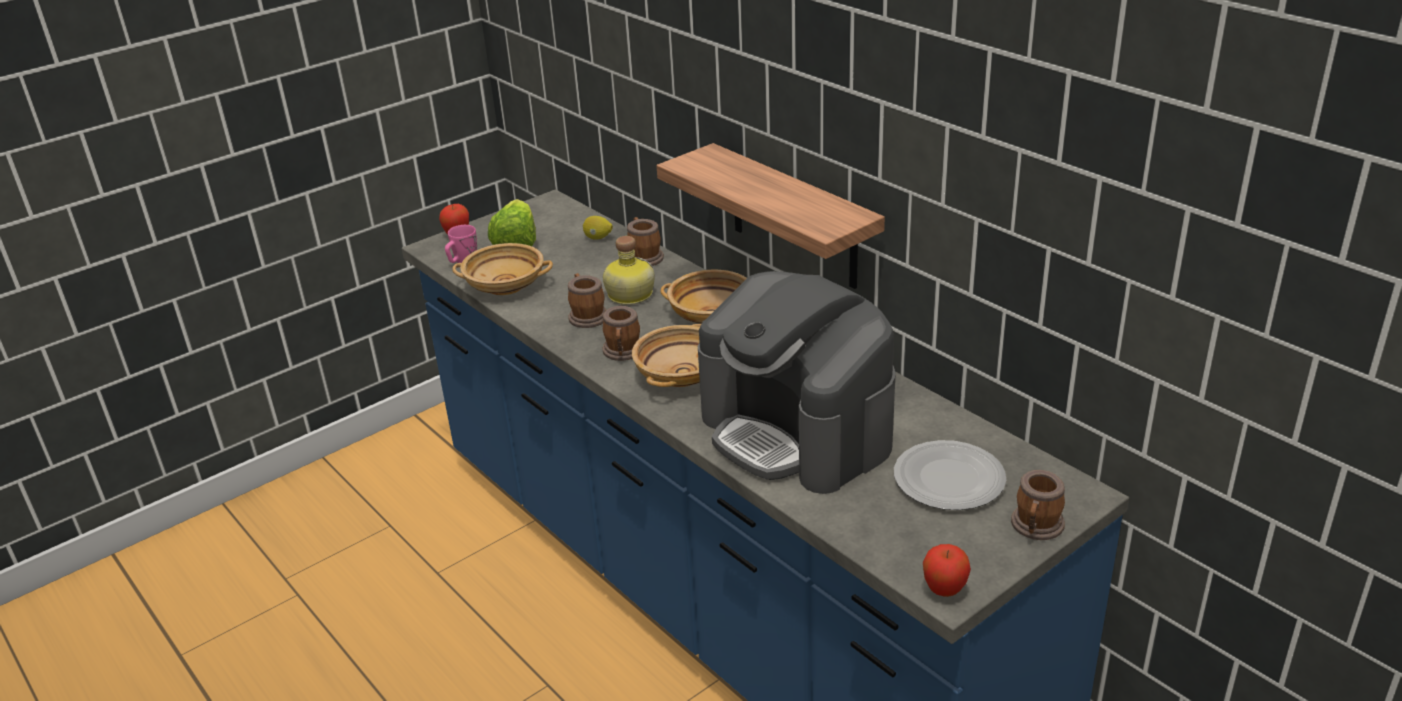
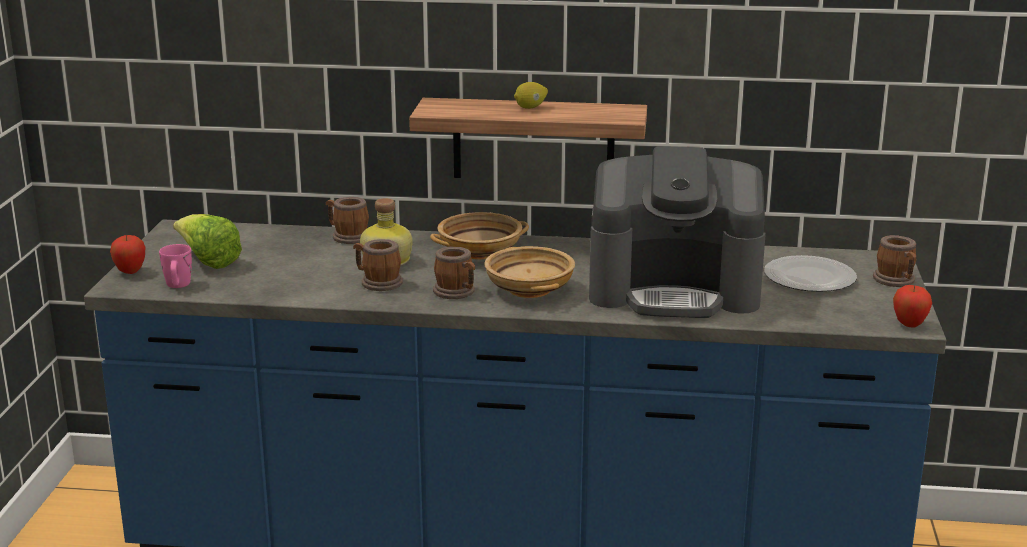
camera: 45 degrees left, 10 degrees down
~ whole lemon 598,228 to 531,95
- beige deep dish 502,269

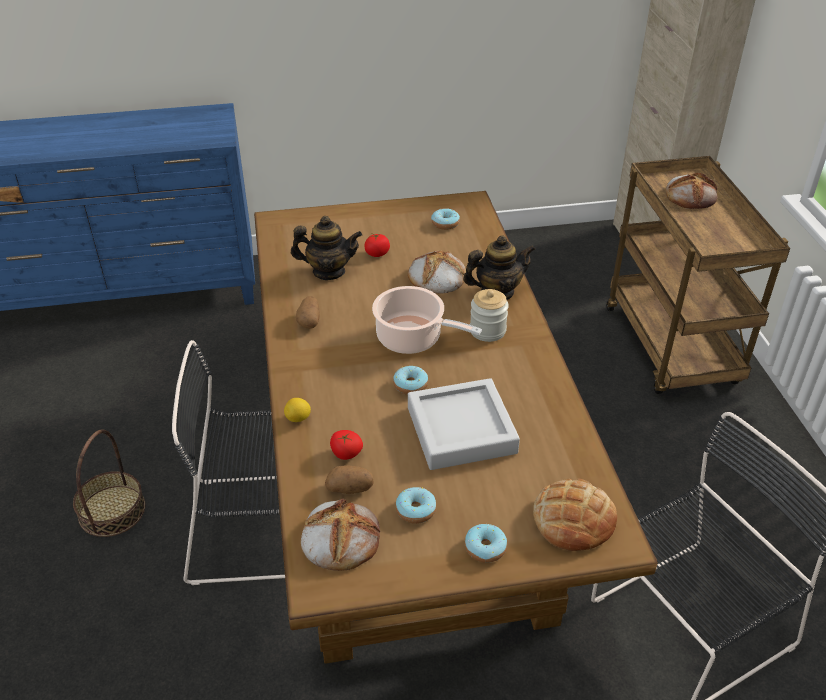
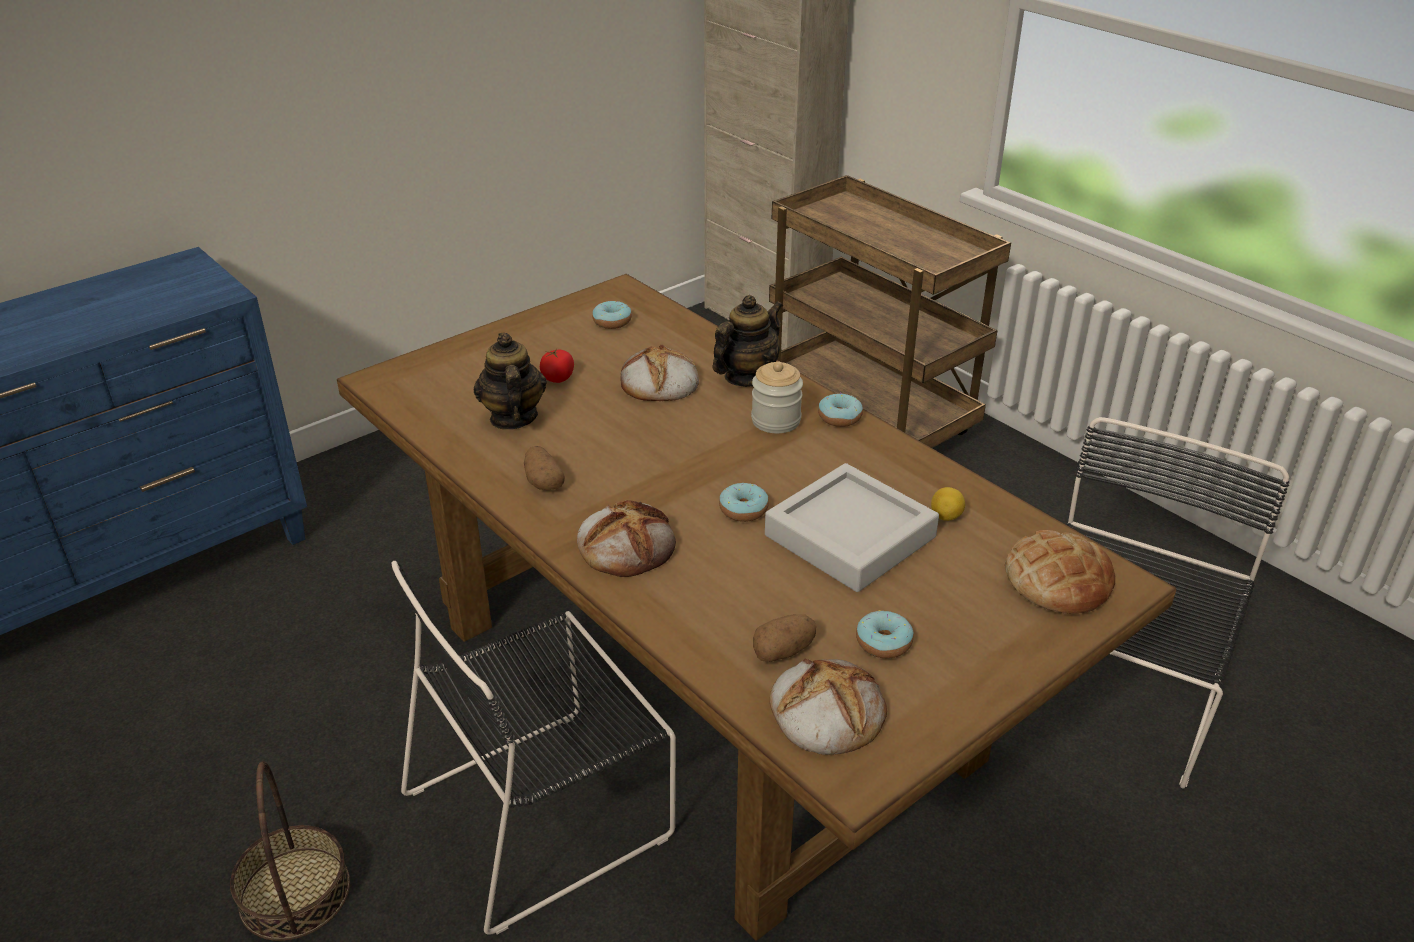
camera: 30 degrees left, 5 degrees down
~ baked bread 691,191 to 626,538
~ pot for tea 326,248 = 510,381 75 degrees counterclockwise
- stockpot 427,320
~ whole lemon 297,410 to 948,504
- tomato 346,445
~ donut 486,543 to 840,410

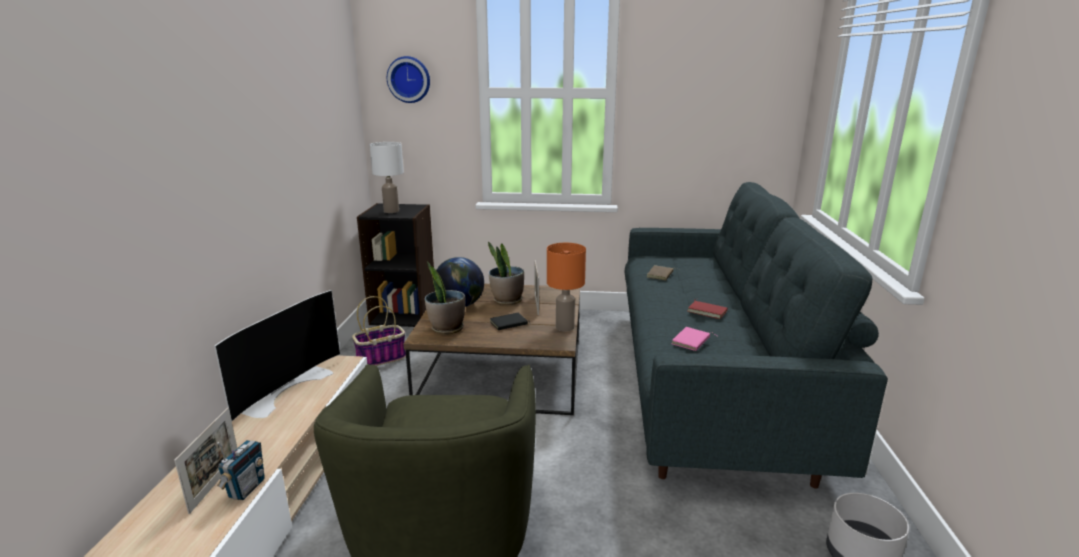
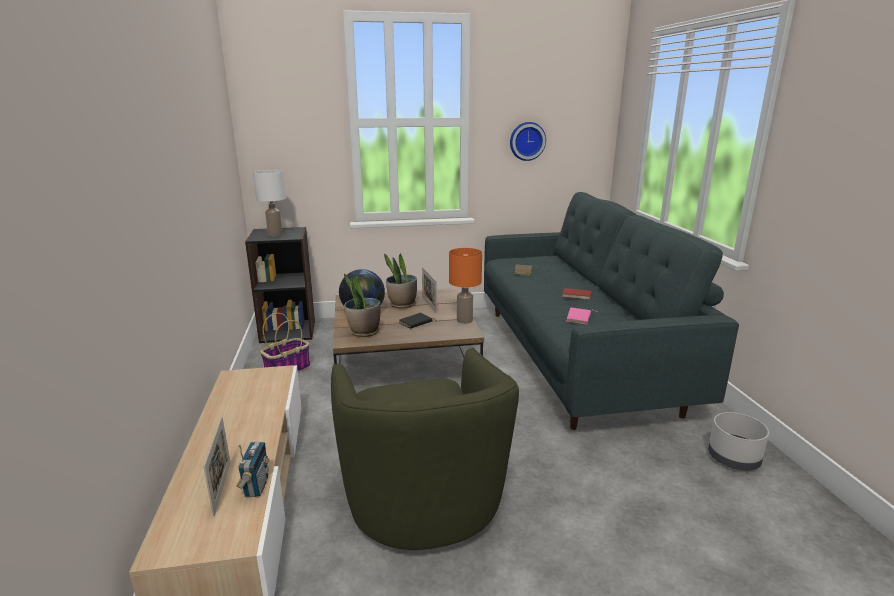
camera: 15 degrees left, 0 degrees up
~ wall clock 408,79 to 528,141
- TV set 277,355

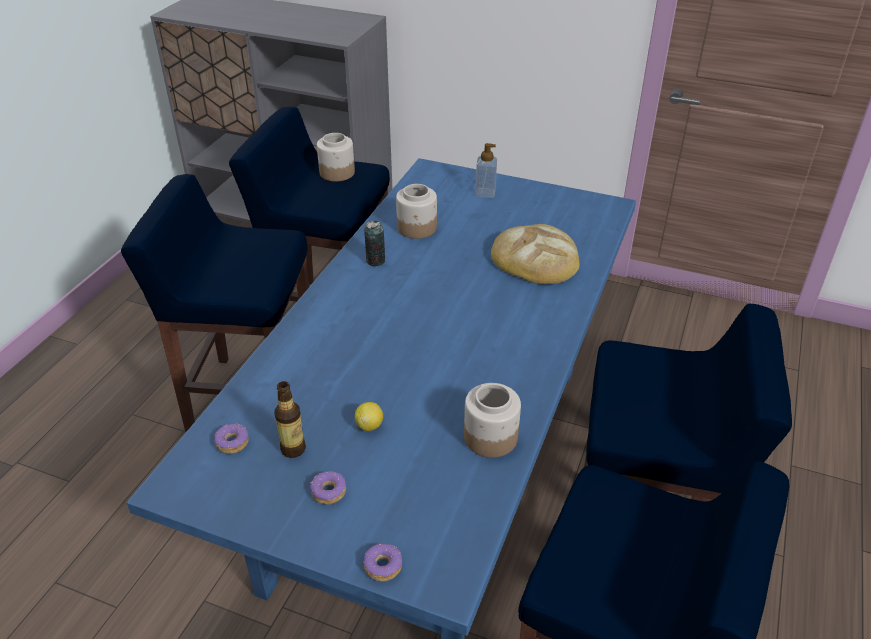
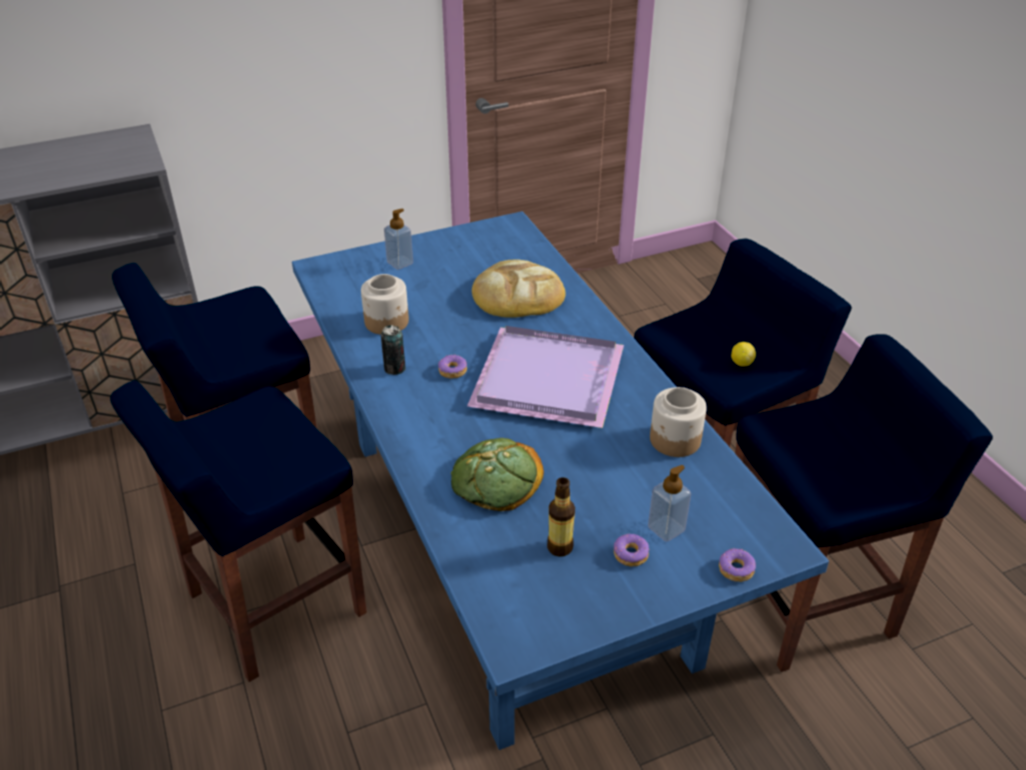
camera: 45 degrees left, 0 degrees up
- preserve jar 336,157
~ whole lemon 369,416 to 743,354
~ donut 231,439 to 452,366
+ purple-coloured carrying tray 545,377
+ baked bread 497,474
+ liquid soap bottle 669,503

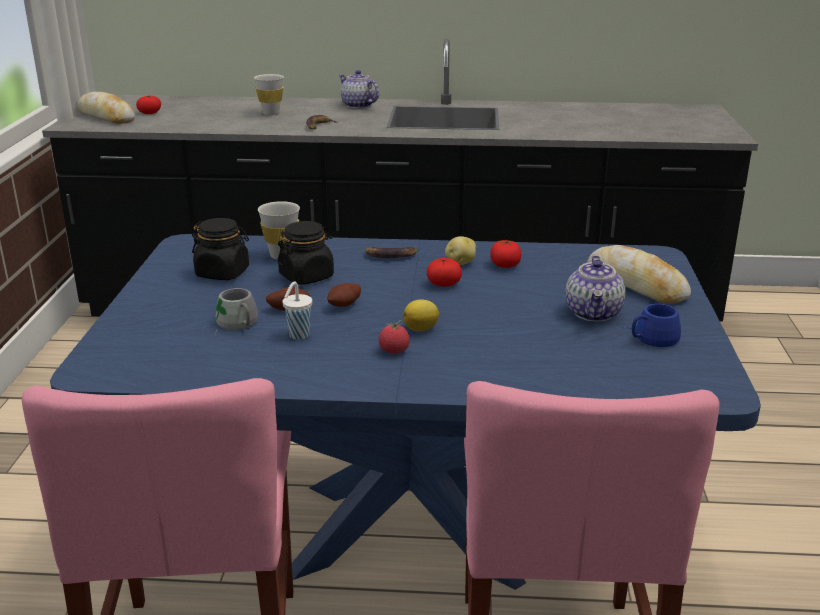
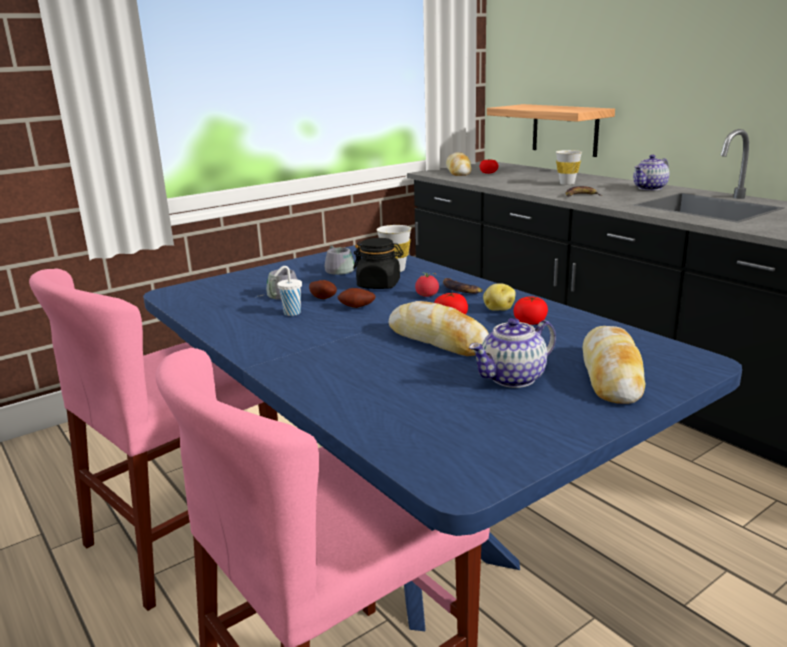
camera: 50 degrees right, 5 degrees down
~ pot for tea 359,89 = 651,172 135 degrees counterclockwise
~ black-coloured preserve jar 220,249 to grey coffee mug 339,260
- whole lemon 421,315
- blue-coloured coffee mug 651,325
~ tomato 394,337 to 427,284
+ wall shelf 551,130
+ baked bread 438,328

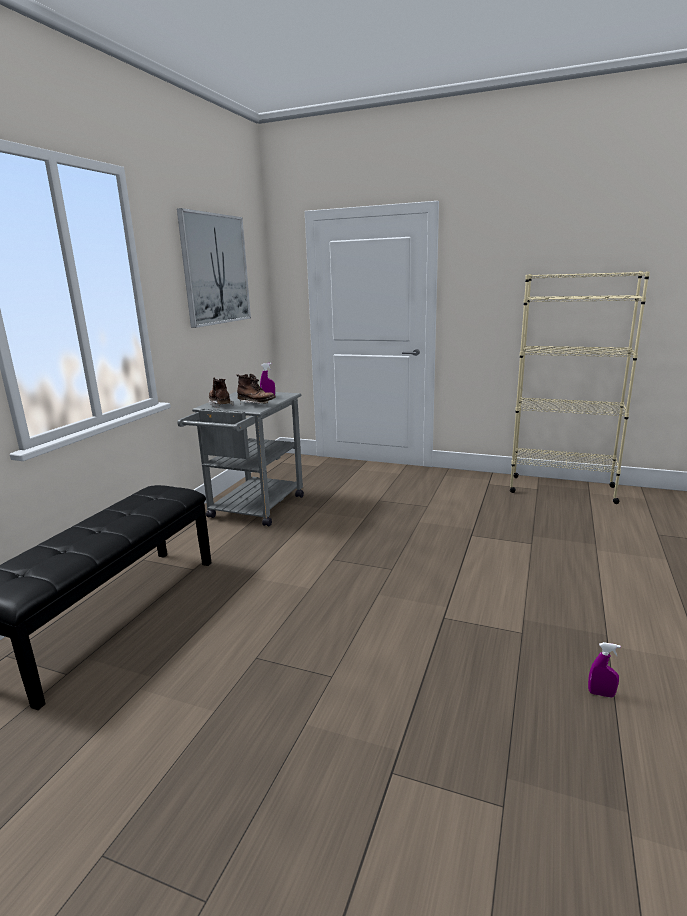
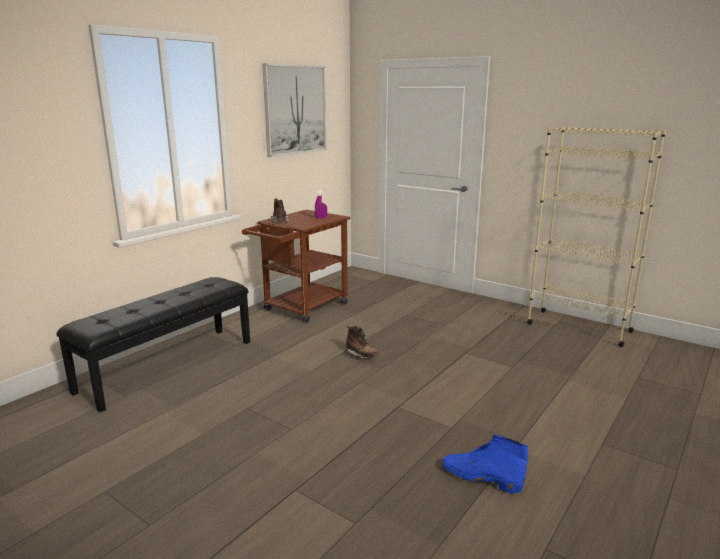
camera: 15 degrees right, 0 degrees up
~ brown-coloured tall boot 256,389 to 362,342
~ grey cart 240,459 to brown-coloured cart 296,266
~ purple-coloured hand sprayer 604,669 to blue-coloured tall boot 485,464

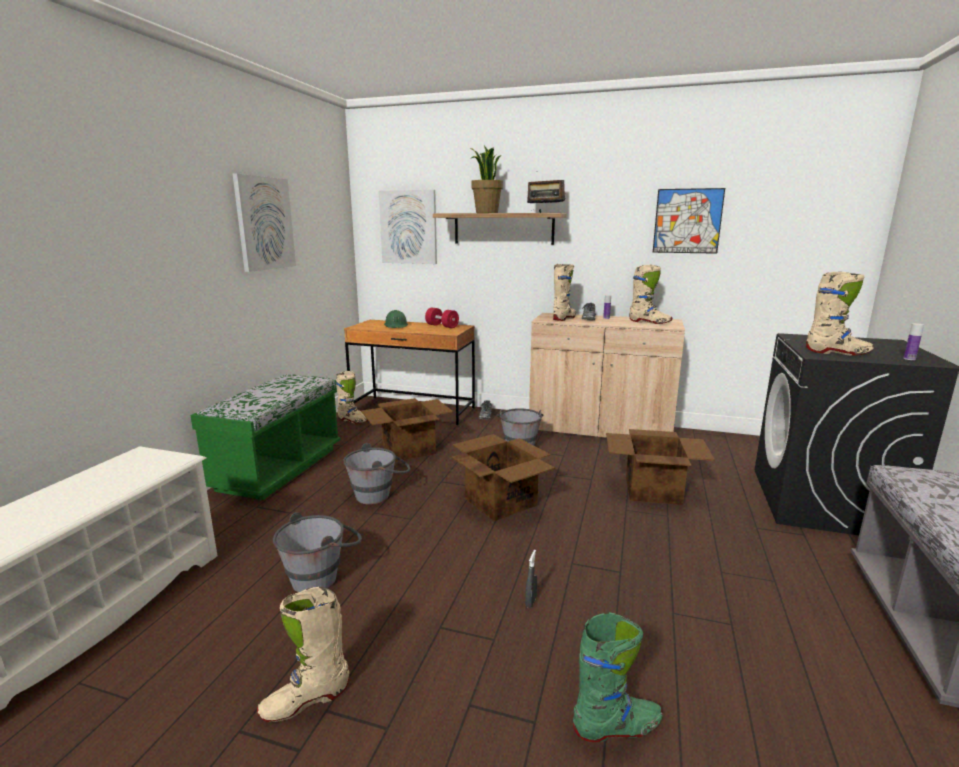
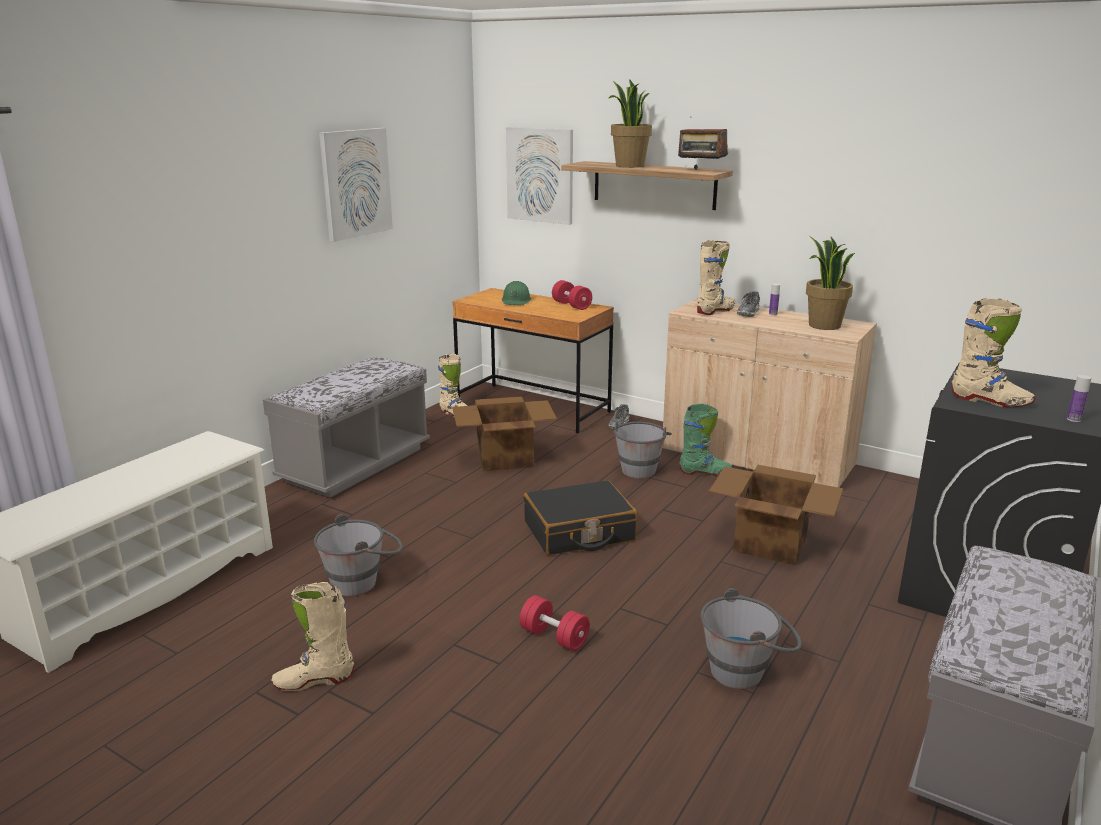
camera: 15 degrees right, 5 degrees up
- picture 689,221
~ beige tall boot 650,294 to plant in a pot 830,283
~ greenish bench 265,437 to grey bench 346,427
~ packing box 503,477 to black-coloured piece of luggage 580,517
~ grey bucket 376,474 to 751,638
~ grey hand sprayer 531,579 to red hand weight 555,623
~ greenish tall boot 618,677 to 706,440

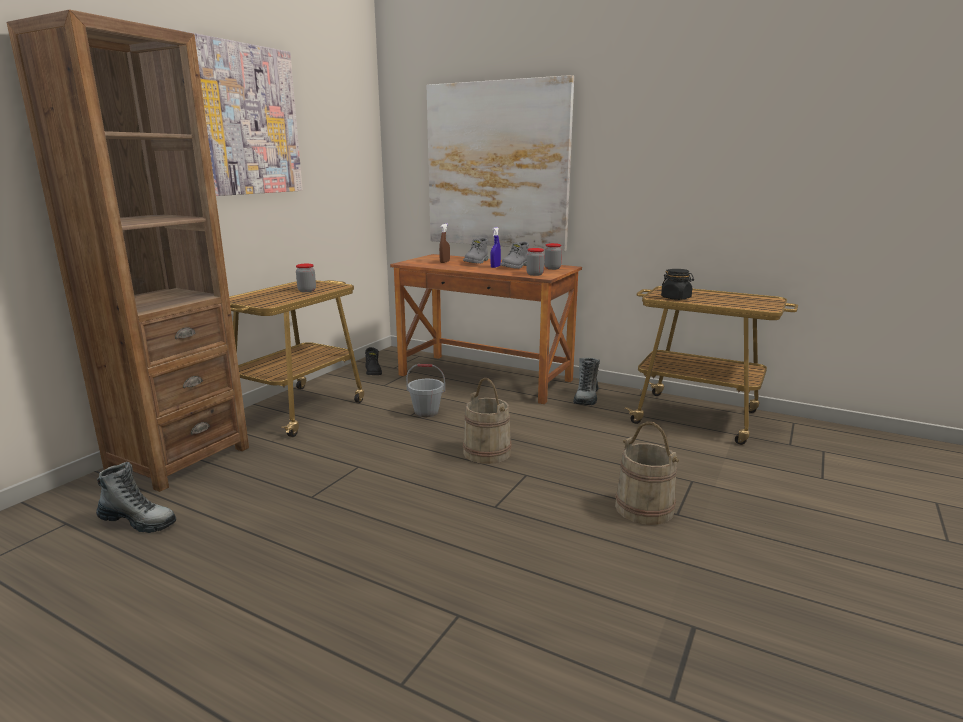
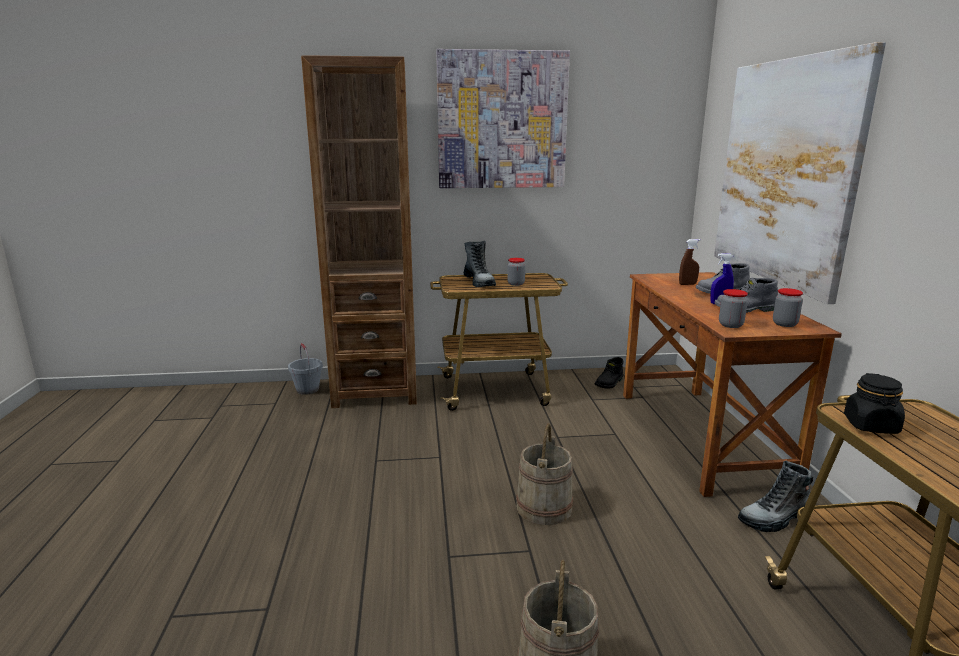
camera: 55 degrees right, 0 degrees up
~ grey bucket 425,390 to 305,369
~ tall boot 136,497 to 479,264

